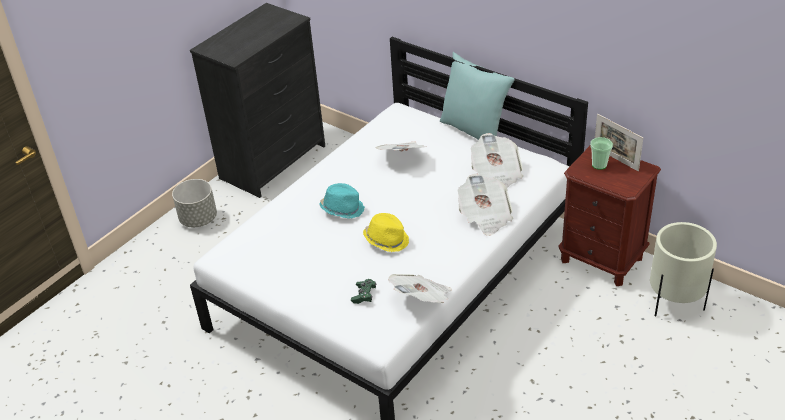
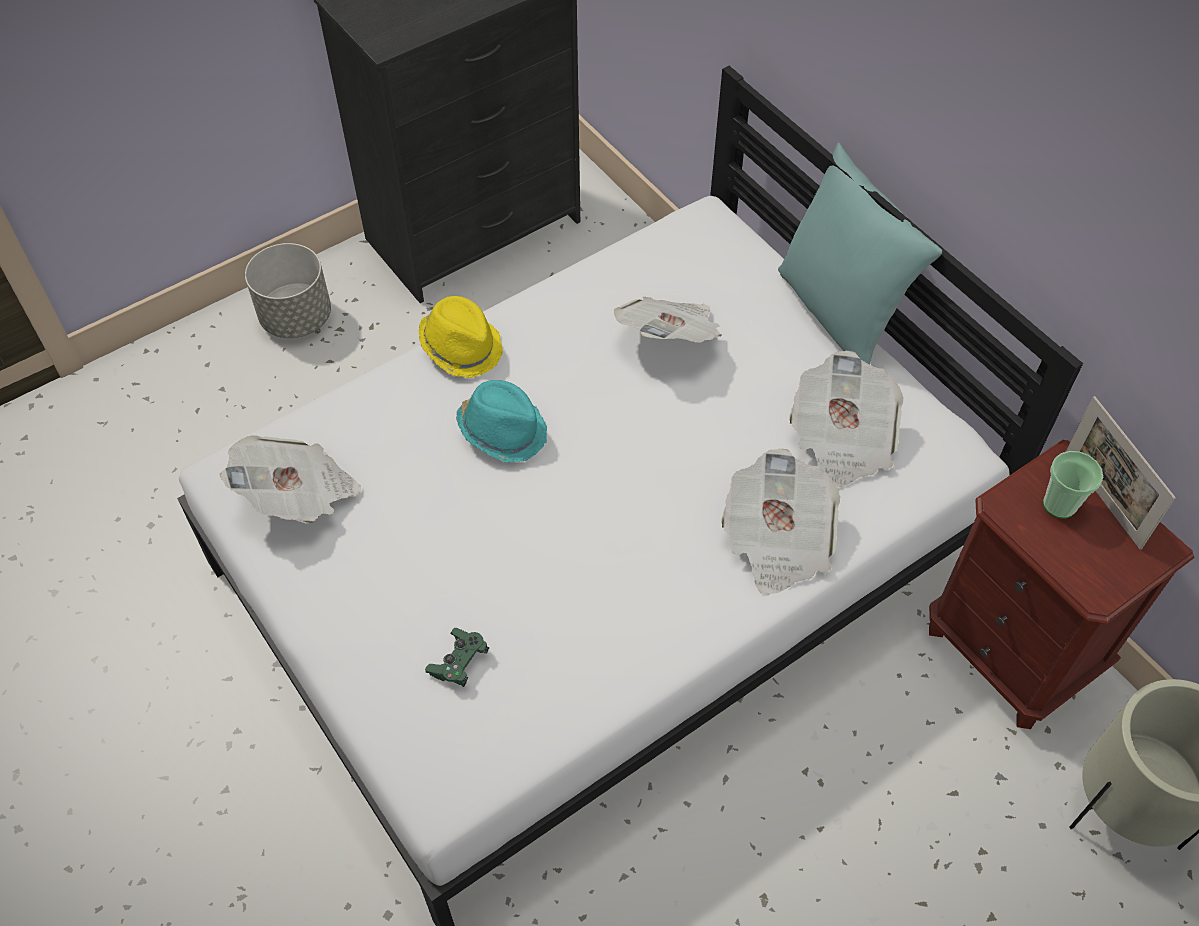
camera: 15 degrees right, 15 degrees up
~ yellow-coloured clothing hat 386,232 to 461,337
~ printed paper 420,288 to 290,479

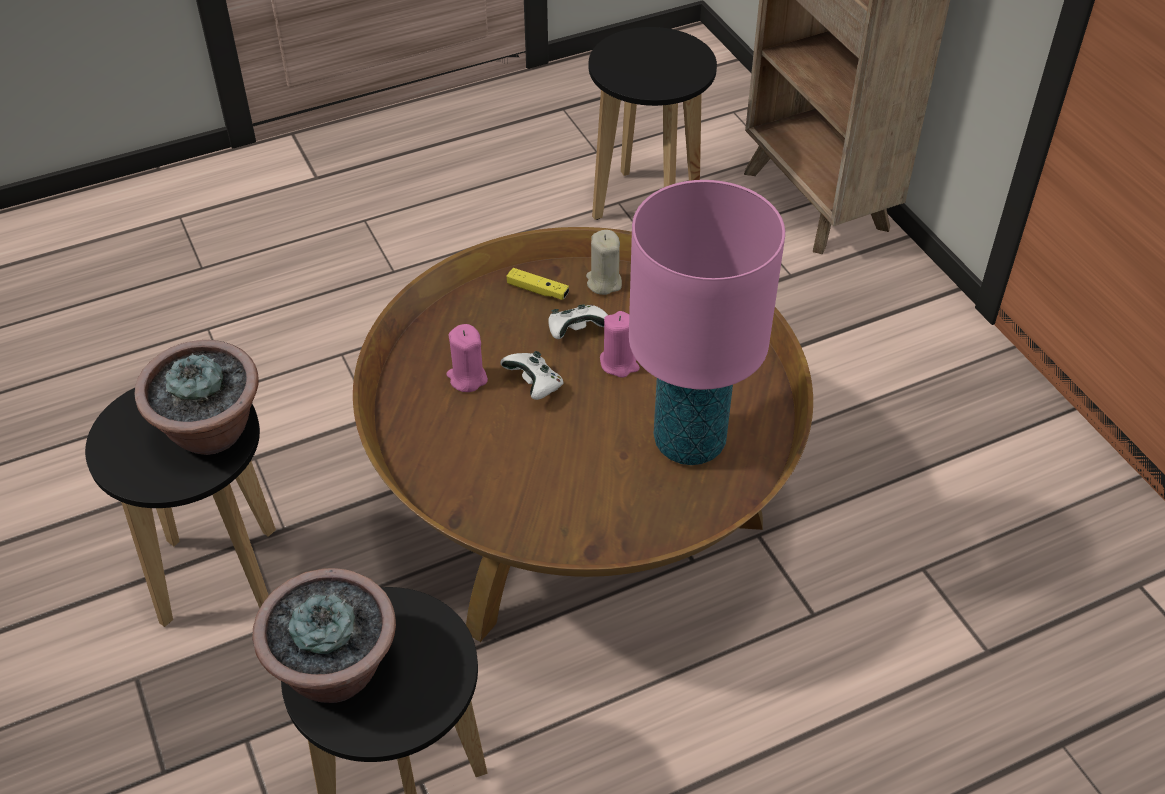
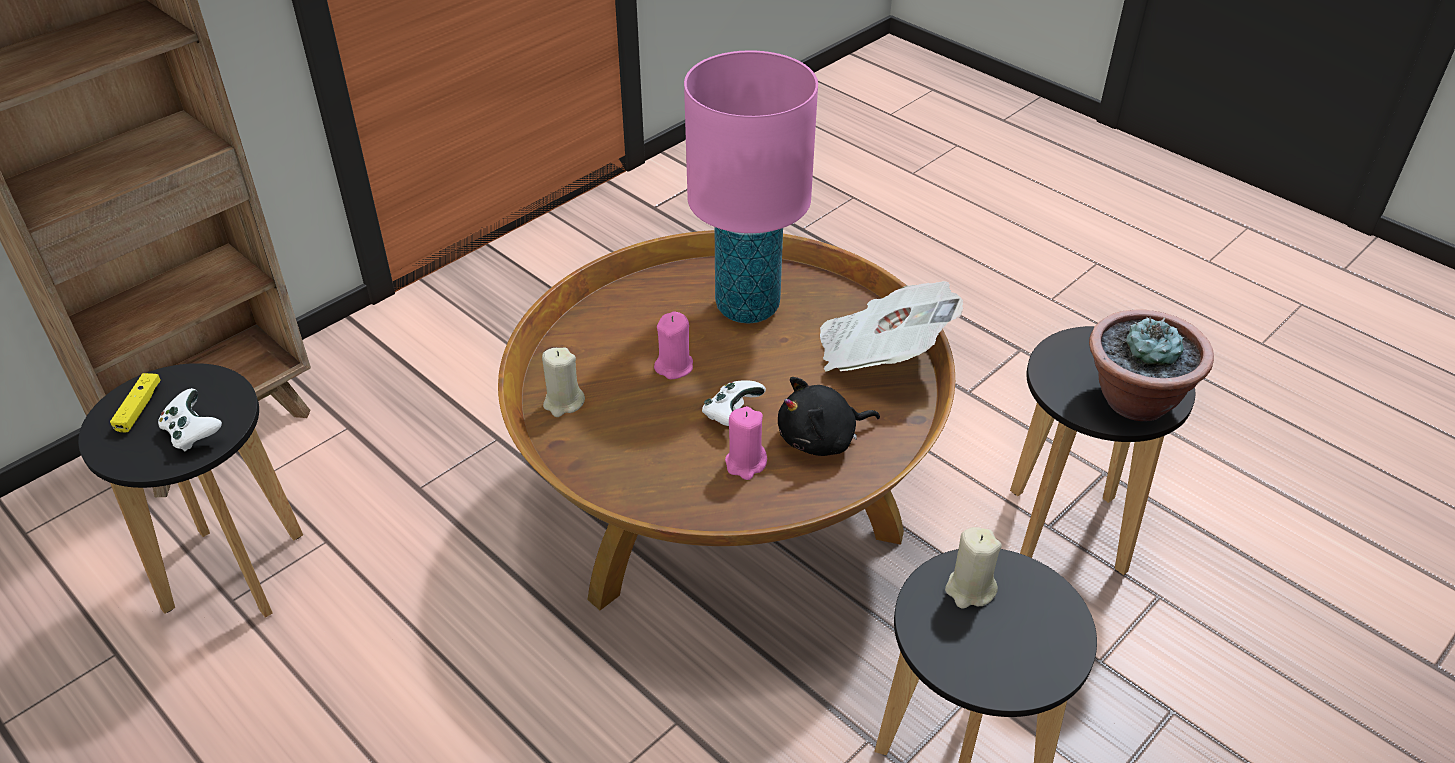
camera: 110 degrees left, 5 degrees down
~ yellow-coloured gamepad 537,284 to 135,403
~ whitish gamepad 578,321 to 190,419
~ plant in a pot 196,397 to beige wax light 973,568
+ printed paper 891,326
+ black-coloured plush toy 829,416

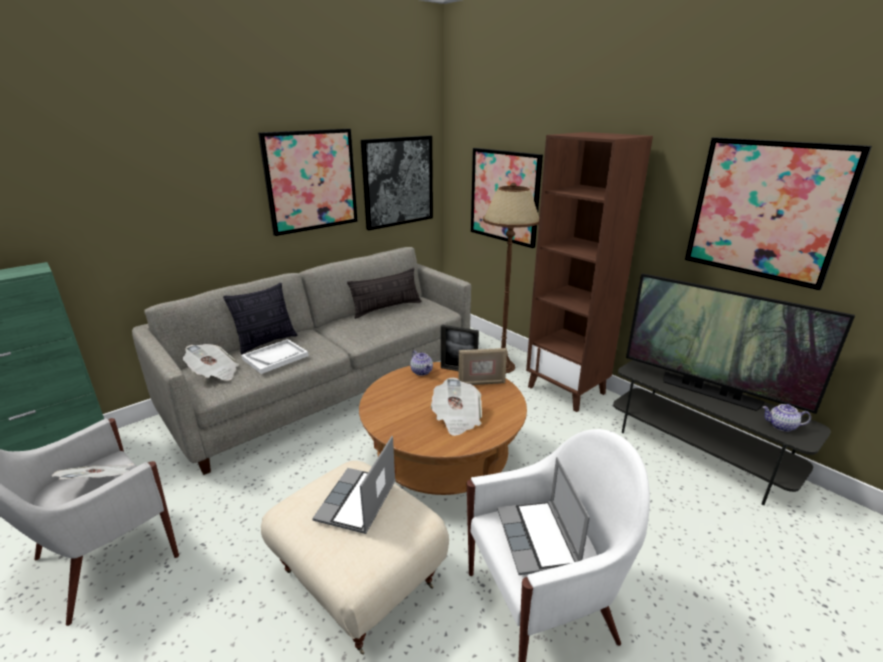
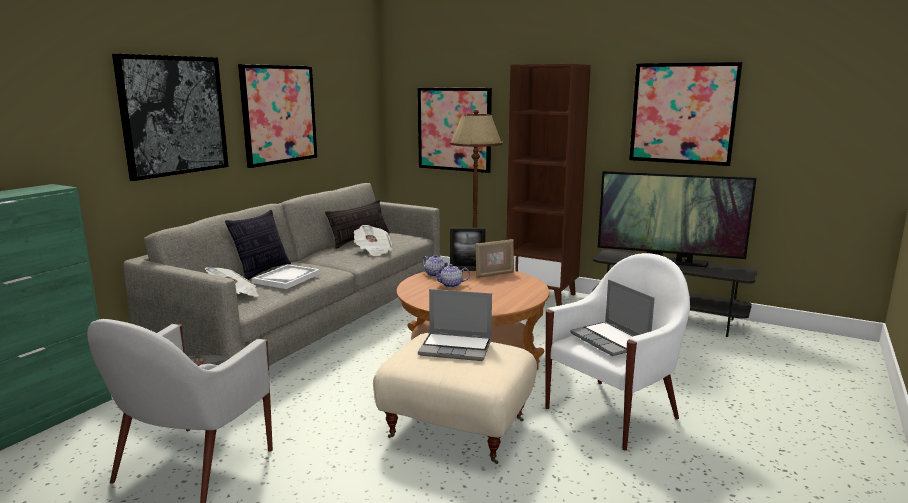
camera: 20 degrees left, 10 degrees down
~ picture 397,183 to 170,117
~ printed paper 456,407 to 373,240
~ pot for tea 787,418 to 451,276
~ notebook computer 354,485 = 455,325 75 degrees counterclockwise

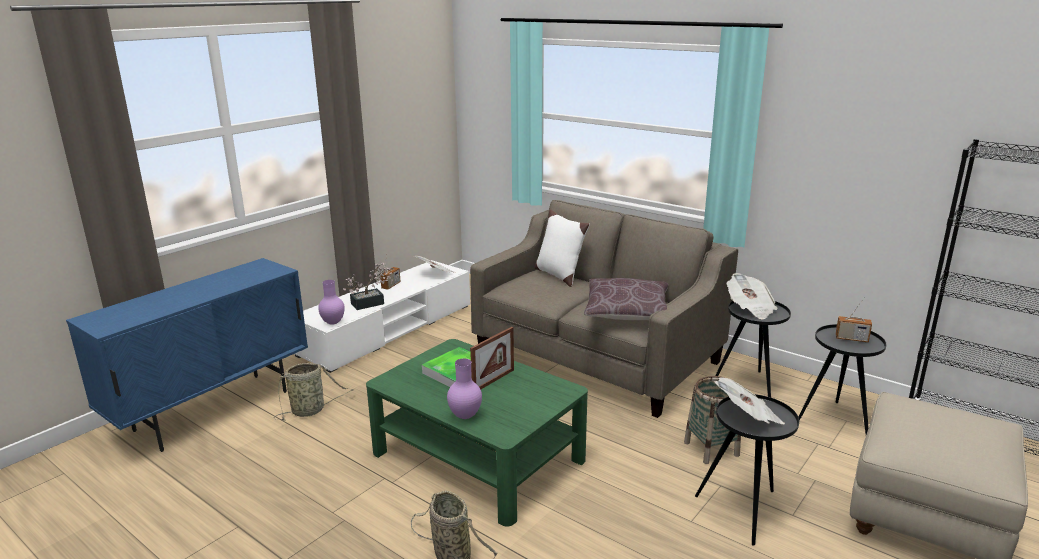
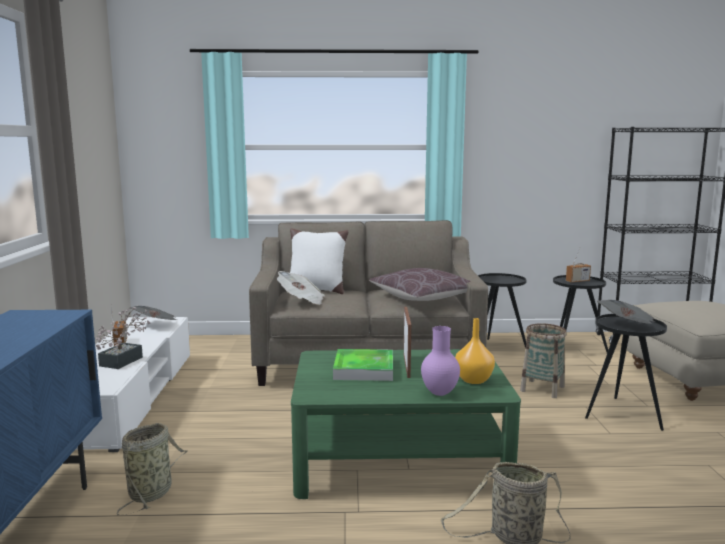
camera: 40 degrees left, 10 degrees down
~ printed paper 752,296 to 301,288
- purple-coloured vase 331,302
+ orange vase 475,351

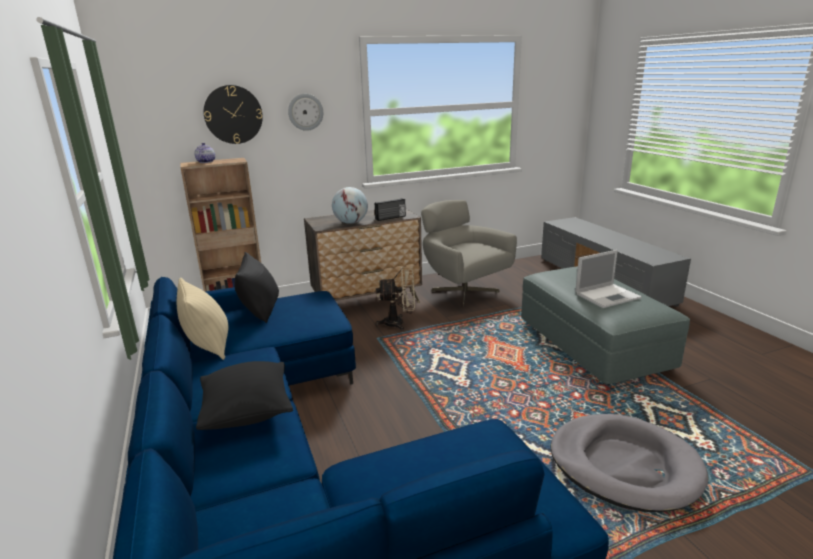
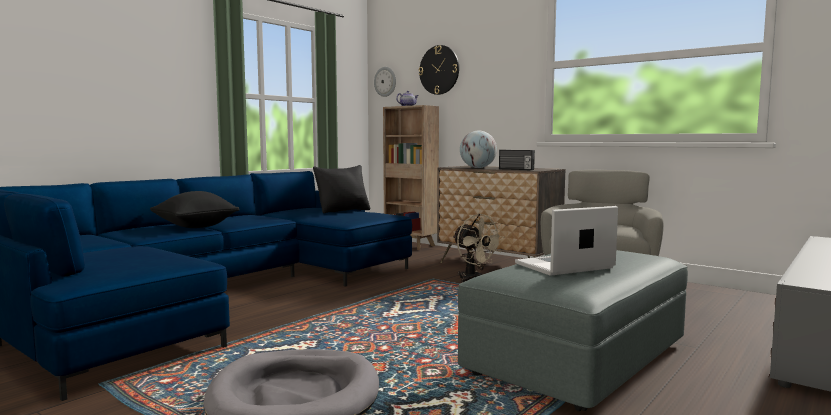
camera: 60 degrees right, 15 degrees down
~ wall clock 305,112 to 385,82
~ notebook computer 608,279 = 566,241 120 degrees clockwise
- beige throw pillow 202,319

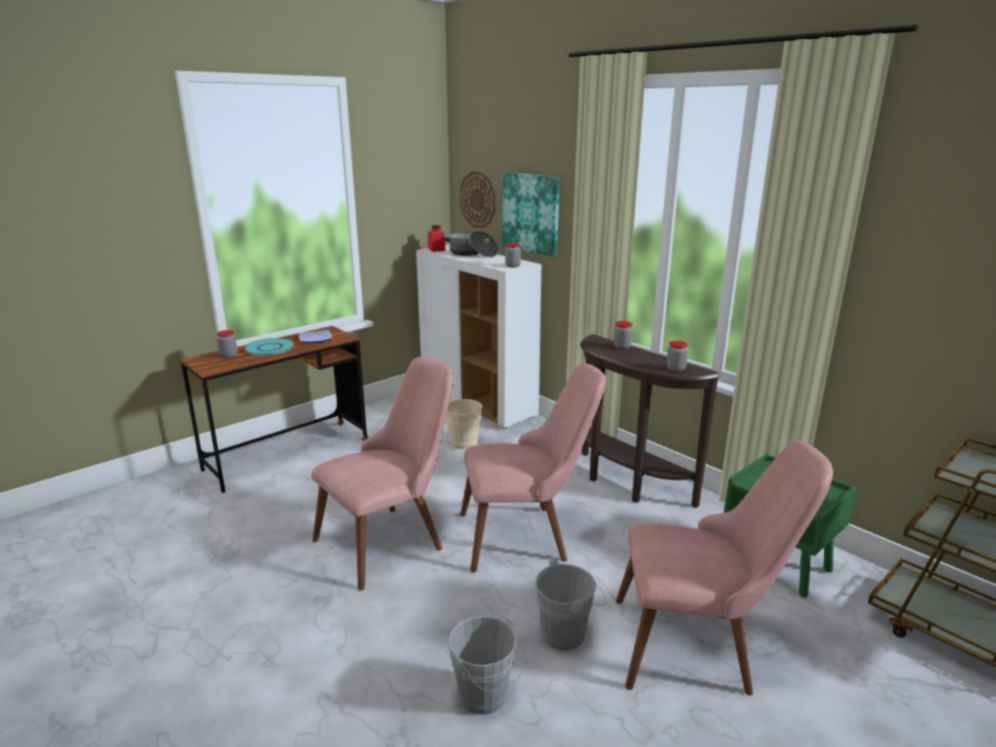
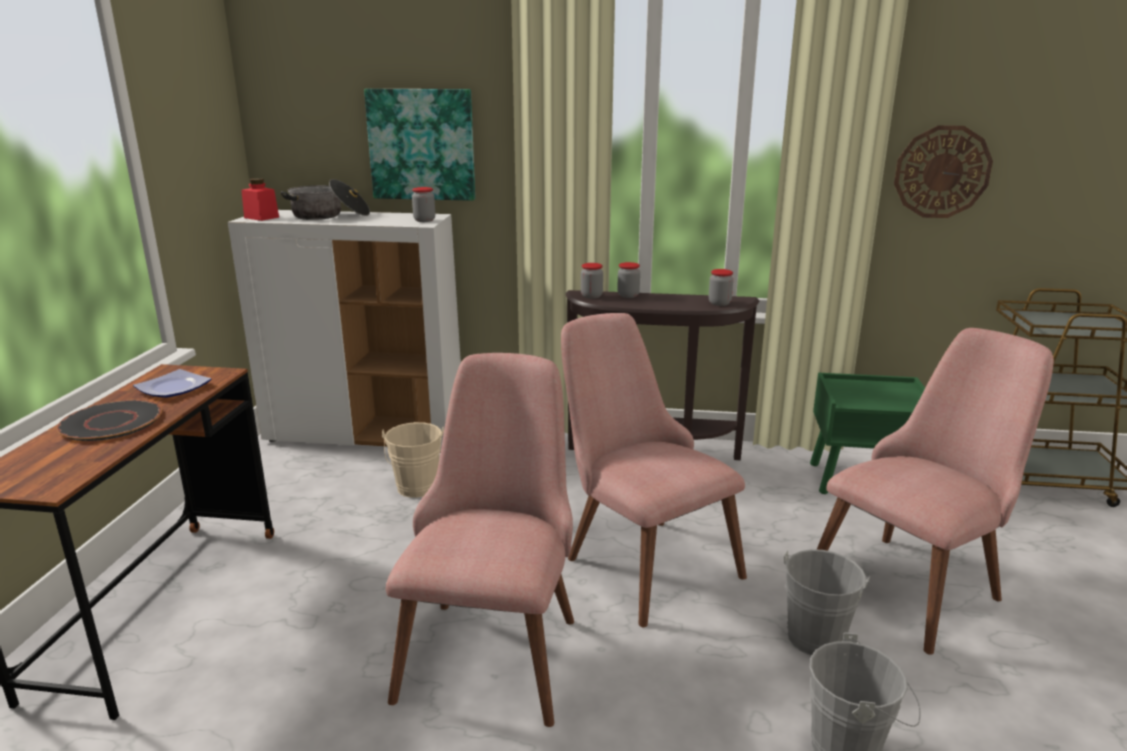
camera: 40 degrees left, 0 degrees up
~ wall clock 478,199 to 943,171
~ preserve jar 227,344 to 592,281
~ turquoise-coloured flat dish 269,347 to black-coloured flat dish 109,420
~ pinkish plain chair 533,468 = 654,470 75 degrees counterclockwise

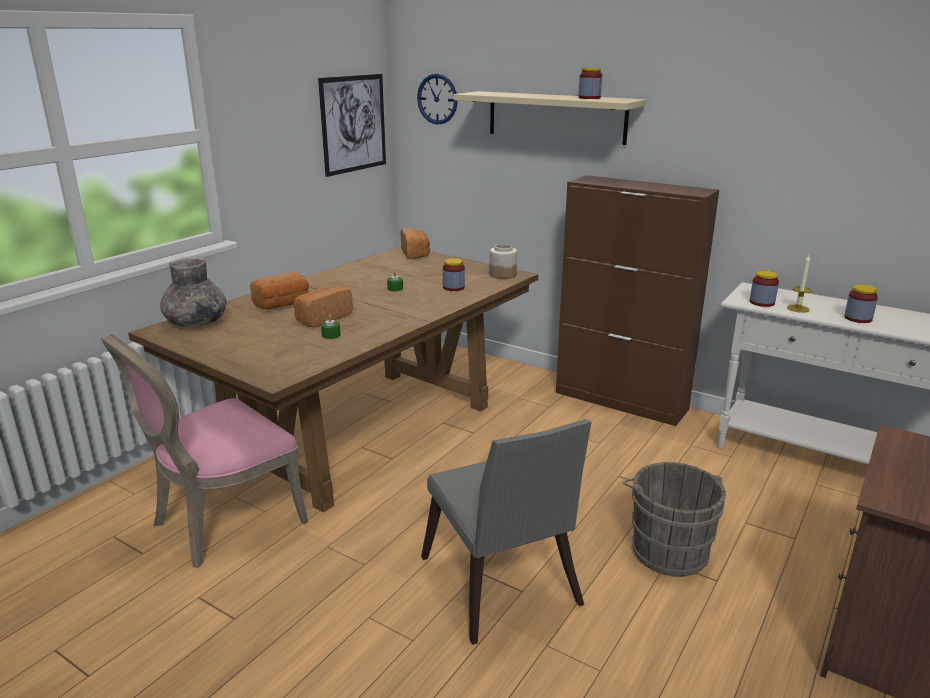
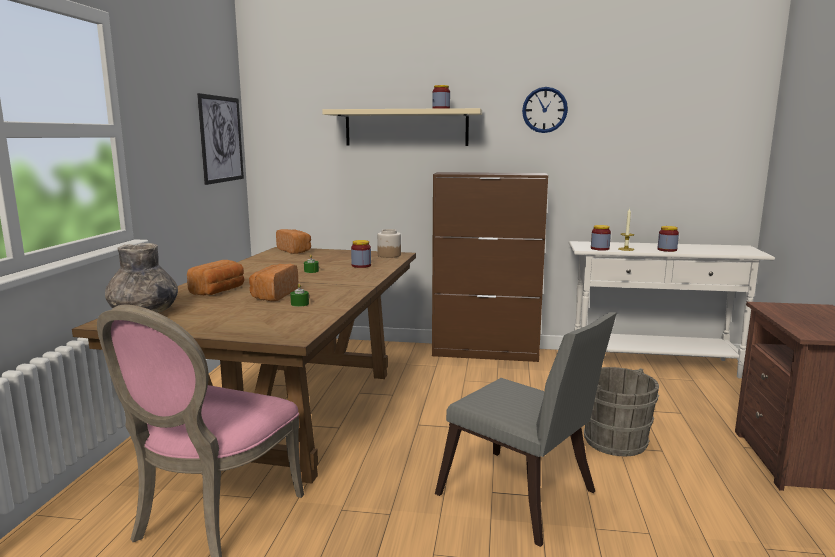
camera: 25 degrees left, 10 degrees down
~ wall clock 437,99 to 545,110

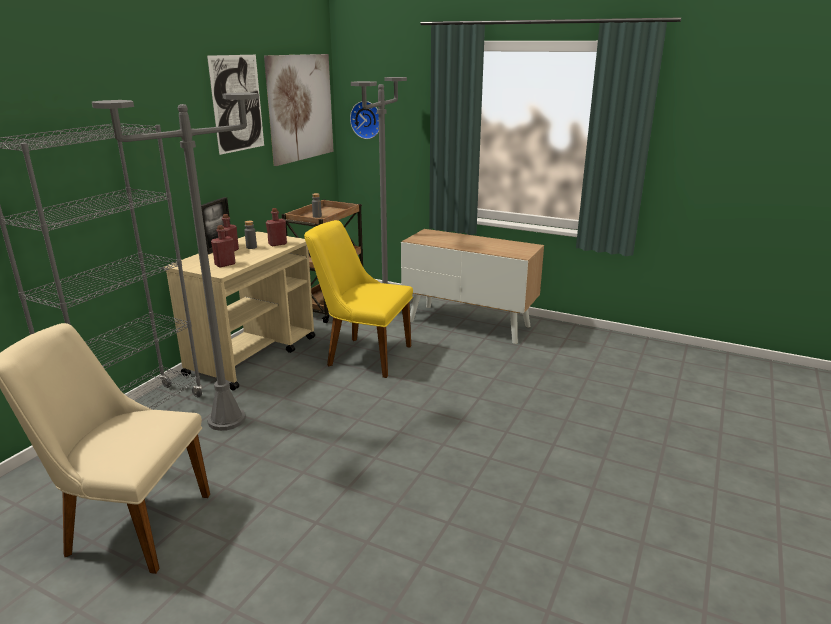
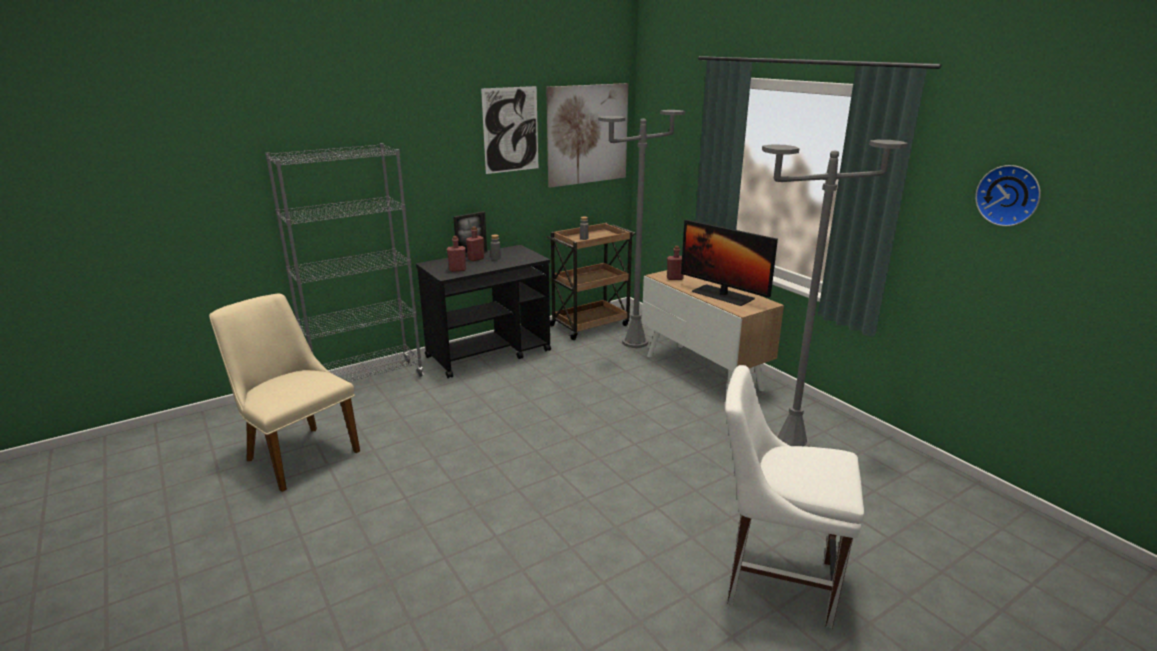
camera: 30 degrees right, 0 degrees up
~ grey standard lamp 175,261 to 835,293
~ wall clock 364,120 to 1008,195
~ red beverage bottle 276,227 to 675,263
- yellow-coloured plain chair 358,299
~ beige cart 239,311 to black-coloured cart 483,311
+ computer display 729,263
+ whitish plain chair 794,497

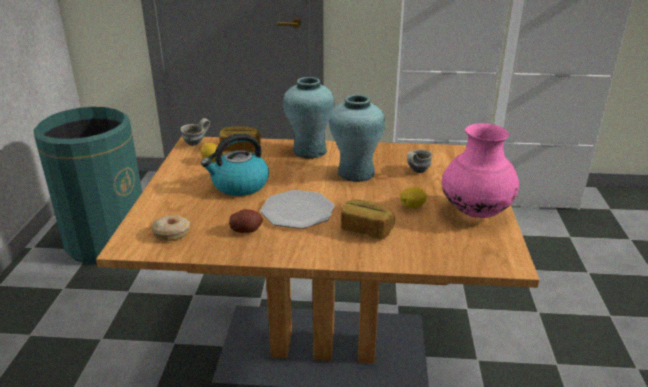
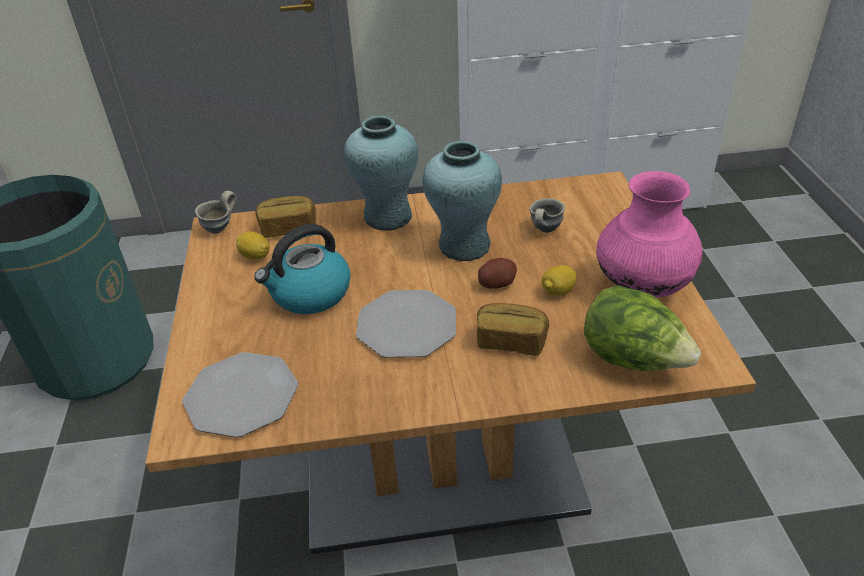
camera: 10 degrees left, 10 degrees up
~ spud 246,221 to 497,273
~ donut 170,228 to flat dish 240,394
+ lettuce 642,328

